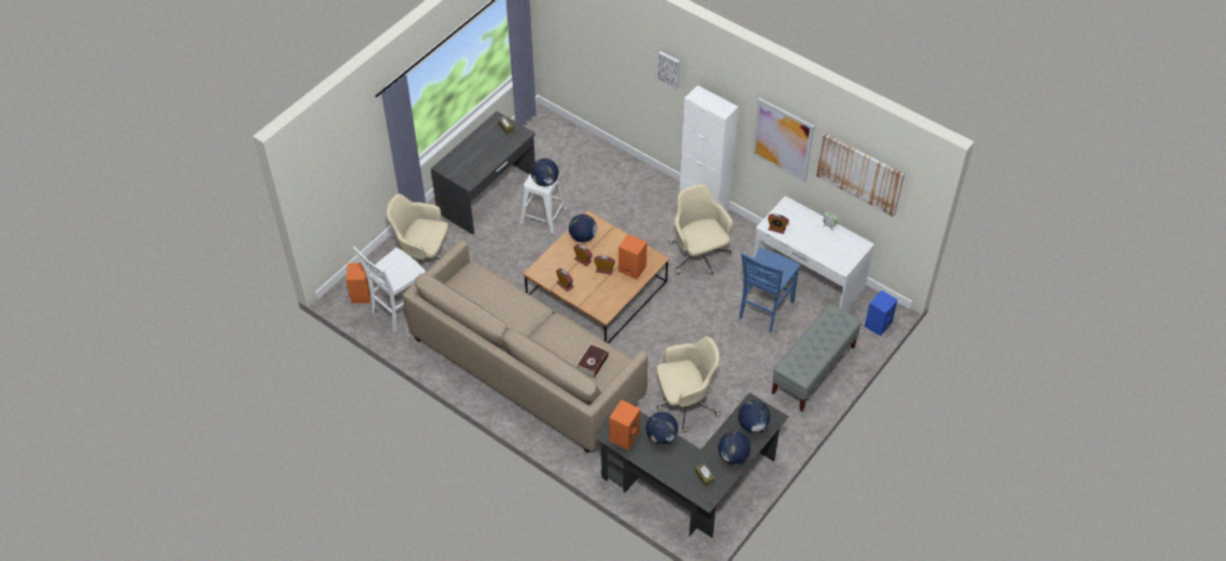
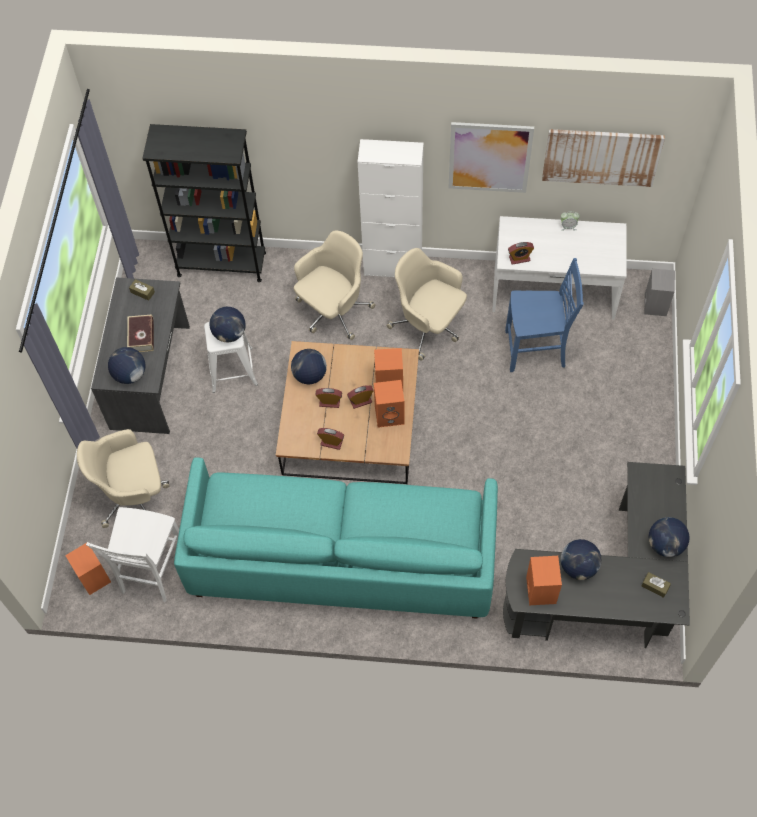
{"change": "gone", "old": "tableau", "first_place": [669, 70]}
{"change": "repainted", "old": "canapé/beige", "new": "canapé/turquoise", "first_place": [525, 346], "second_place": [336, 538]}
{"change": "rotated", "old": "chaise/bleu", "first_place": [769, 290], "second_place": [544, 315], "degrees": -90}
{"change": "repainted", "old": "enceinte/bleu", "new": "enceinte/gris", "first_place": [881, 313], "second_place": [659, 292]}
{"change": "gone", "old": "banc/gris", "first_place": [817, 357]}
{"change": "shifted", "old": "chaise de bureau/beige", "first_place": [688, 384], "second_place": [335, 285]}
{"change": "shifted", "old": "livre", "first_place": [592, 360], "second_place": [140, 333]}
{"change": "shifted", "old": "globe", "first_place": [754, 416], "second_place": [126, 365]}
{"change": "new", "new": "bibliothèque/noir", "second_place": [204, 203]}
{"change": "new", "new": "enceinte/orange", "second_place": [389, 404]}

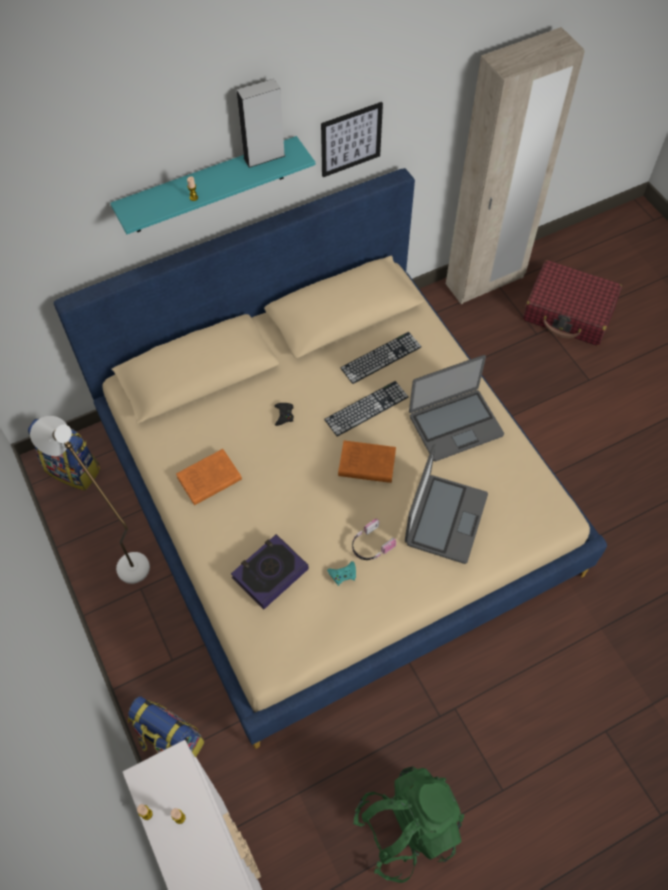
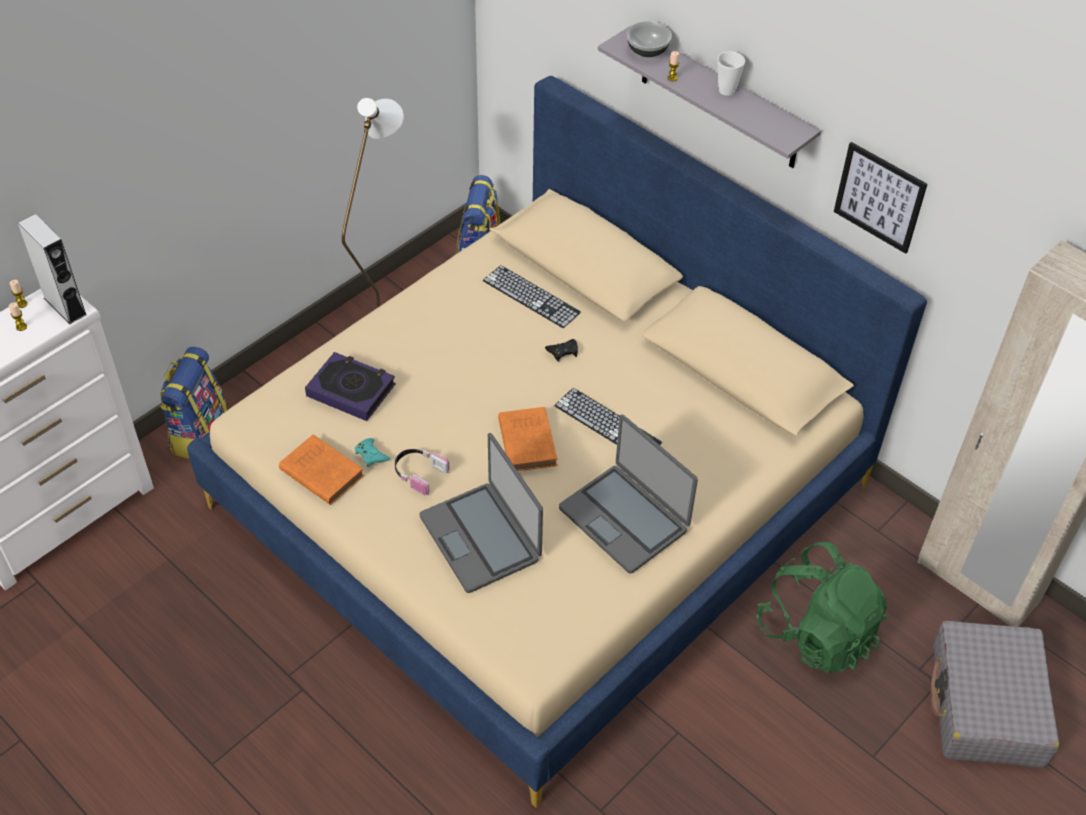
{"change": "shifted", "old": "enceinte/gris", "first_place": [261, 123], "second_place": [52, 269]}
{"change": "repainted", "old": "étagère/turquoise", "new": "étagère/gris", "first_place": [212, 185], "second_place": [709, 97]}
{"change": "repainted", "old": "valise/rouge", "new": "valise/gris", "first_place": [572, 303], "second_place": [994, 694]}
{"change": "shifted", "old": "clavier", "first_place": [380, 358], "second_place": [532, 296]}
{"change": "rotated", "old": "ordinateur portable", "first_place": [446, 504], "second_place": [481, 513], "degrees": 60}
{"change": "shifted", "old": "livre/orange", "first_place": [209, 477], "second_place": [321, 469]}
{"change": "shifted", "old": "sac à dos/vert", "first_place": [408, 825], "second_place": [822, 607]}
{"change": "new", "new": "bol", "second_place": [649, 39]}
{"change": "new", "new": "tasse", "second_place": [731, 73]}

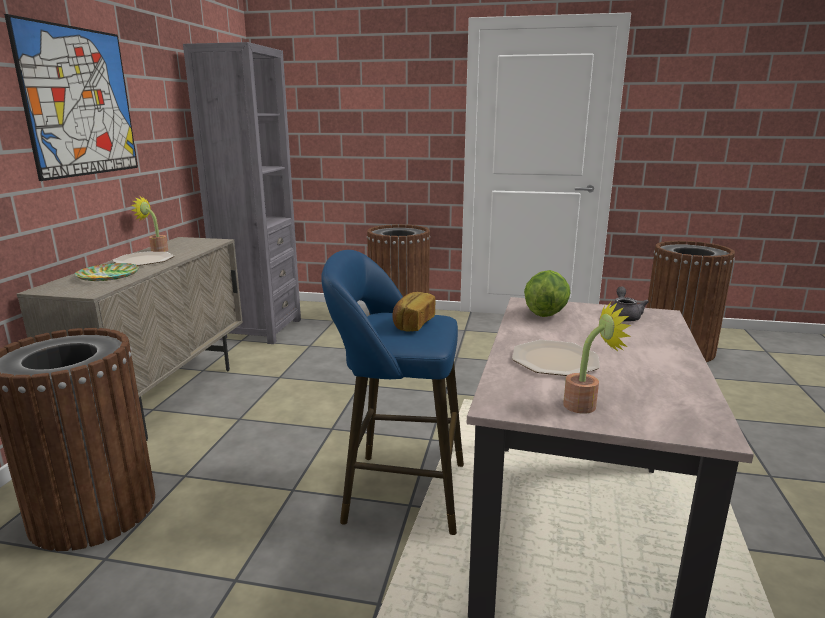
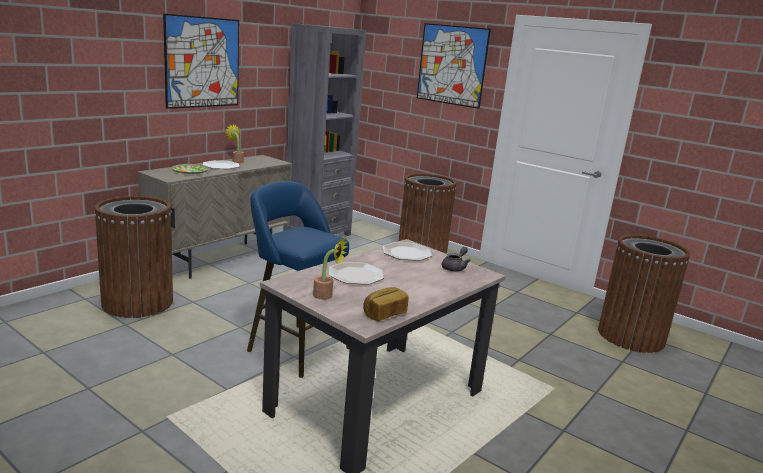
{"change": "swapped", "old": "laitue", "new": "assiette", "first_place": [547, 293], "second_place": [407, 251]}
{"change": "shifted", "old": "pain", "first_place": [414, 311], "second_place": [386, 304]}
{"change": "new", "new": "tableau", "second_place": [454, 66]}

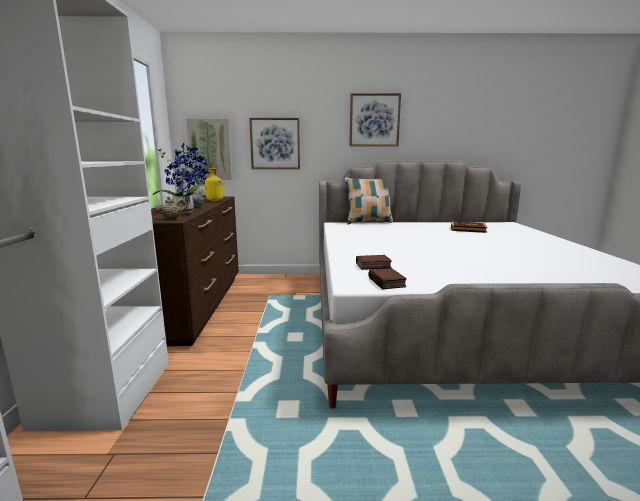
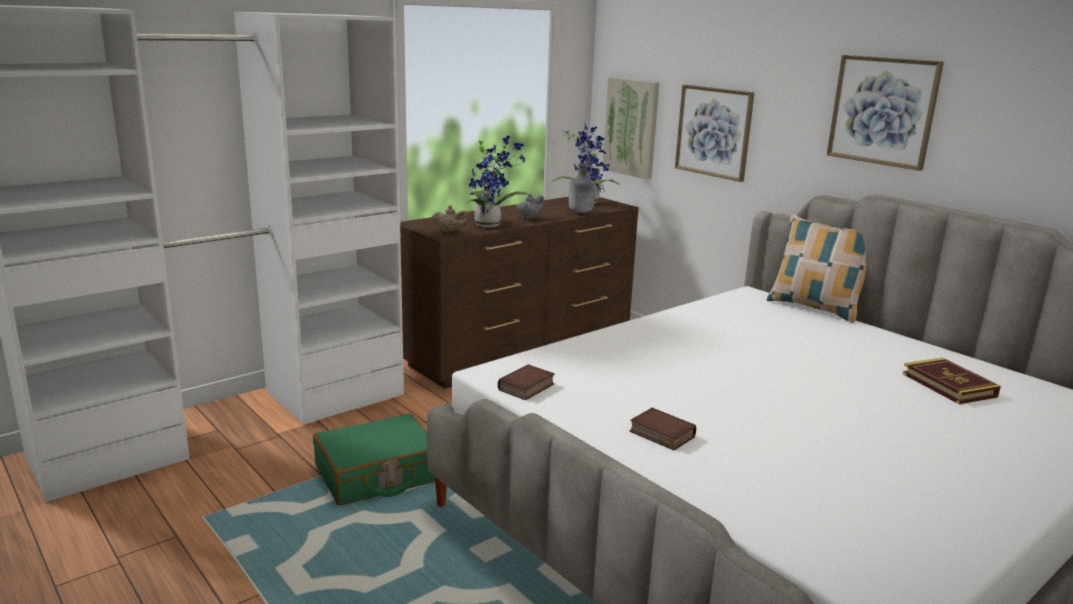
{"change": "repainted", "old": "bouteille/jaune", "new": "bouteille/gris", "first_place": [214, 185], "second_place": [582, 188]}
{"change": "shifted", "old": "livre", "first_place": [374, 262], "second_place": [663, 429]}
{"change": "new", "new": "valise/vert", "second_place": [374, 459]}

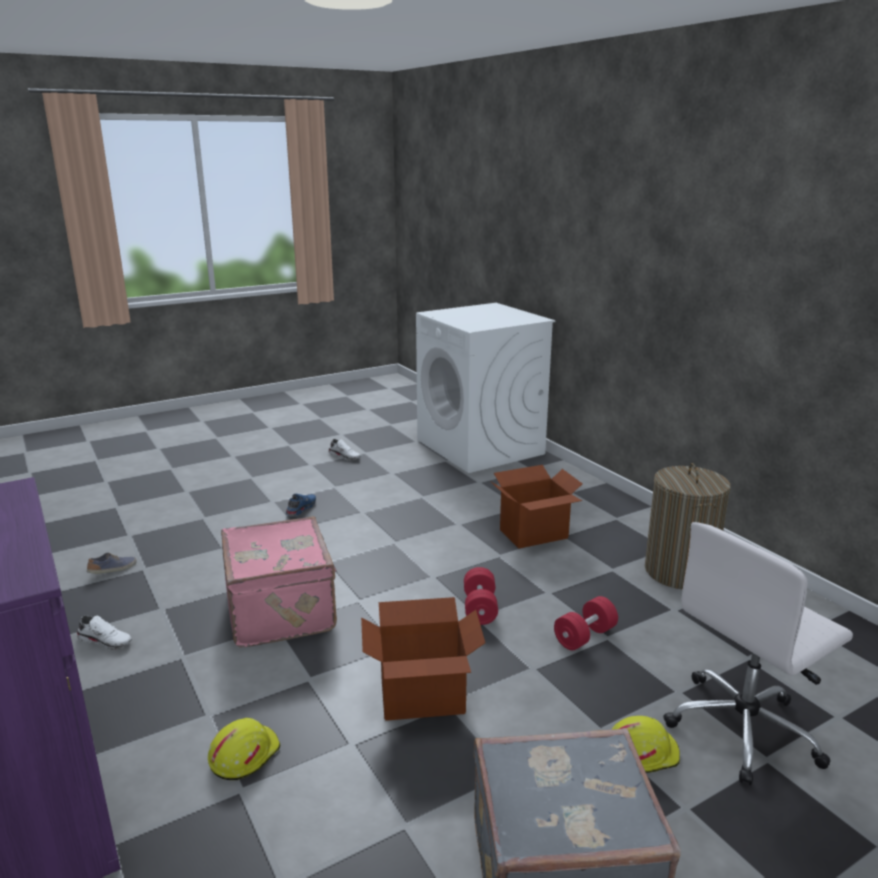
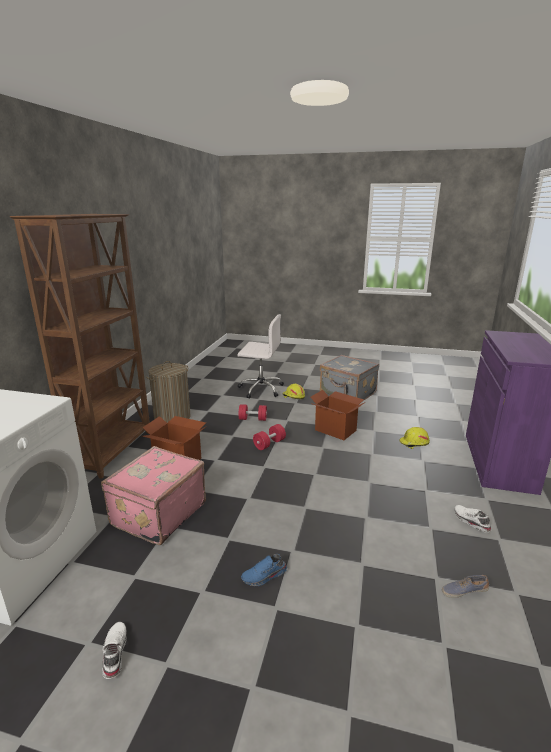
{"change": "shifted", "old": "valise/rose", "first_place": [279, 582], "second_place": [153, 495]}
{"change": "new", "new": "bibliothèque/marron", "second_place": [80, 346]}

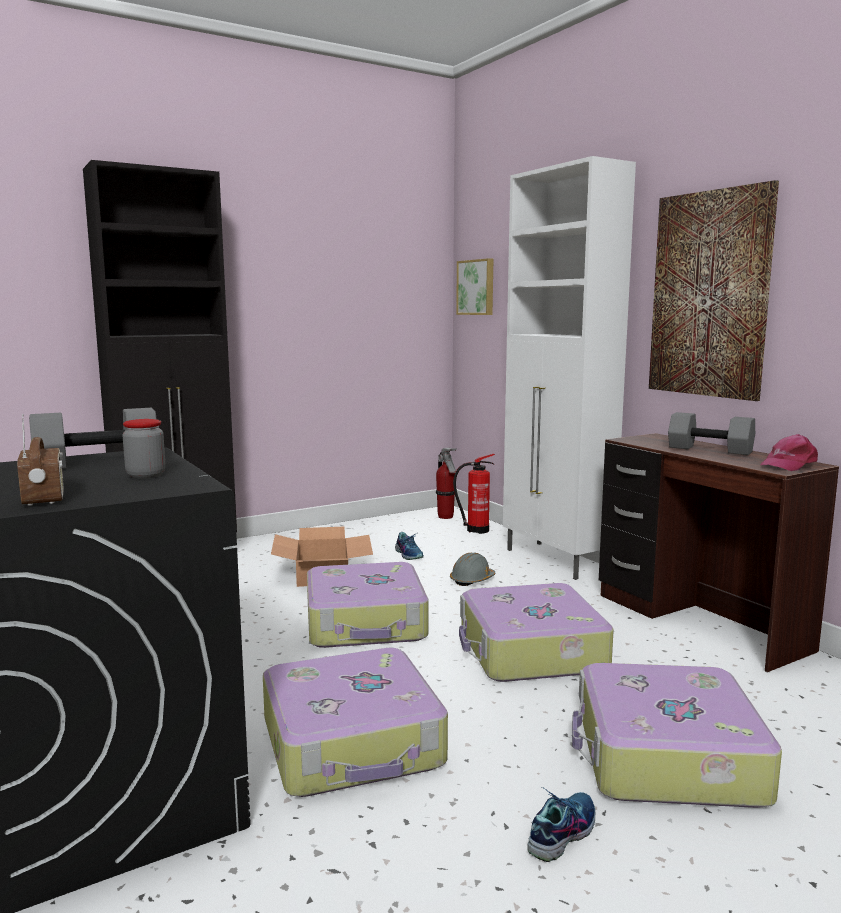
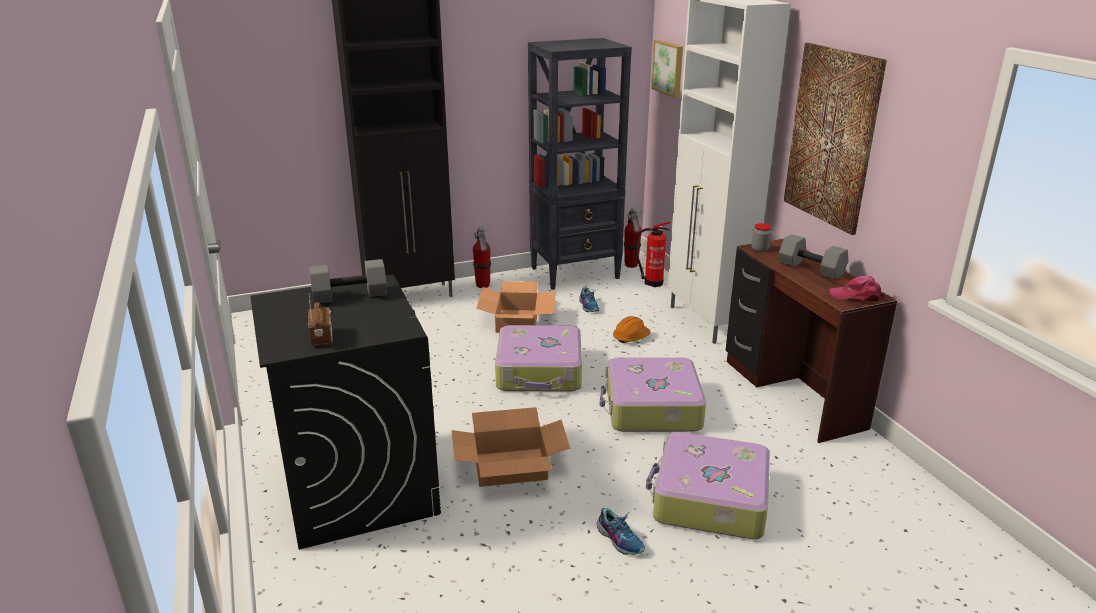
{"change": "shifted", "old": "bocal", "first_place": [143, 449], "second_place": [762, 237]}
{"change": "rotated", "old": "casquette/rose", "first_place": [789, 452], "second_place": [856, 288], "degrees": 45}
{"change": "repainted", "old": "casque de chantier/gris", "new": "casque de chantier/orange", "first_place": [473, 569], "second_place": [631, 329]}
{"change": "swapped", "old": "valise", "new": "carton", "first_place": [355, 722], "second_place": [511, 447]}
{"change": "rotated", "old": "chaussure", "first_place": [561, 824], "second_place": [620, 531], "degrees": 90}
{"change": "new", "new": "bibliothèque/noir", "second_place": [580, 164]}
{"change": "new", "new": "extincteur", "second_place": [482, 257]}

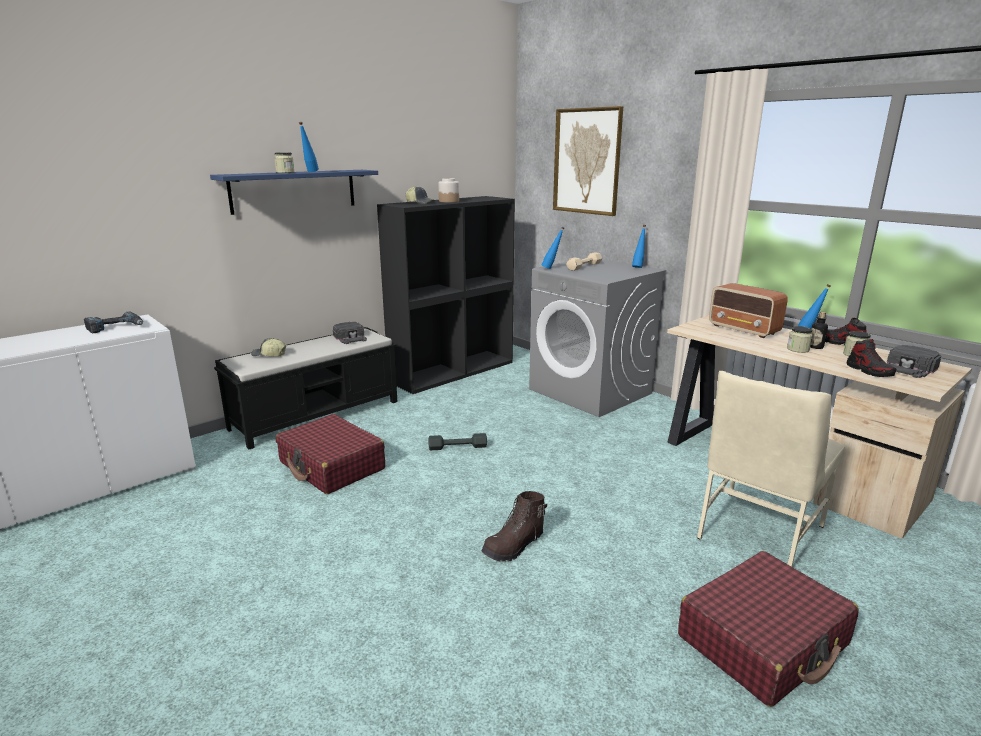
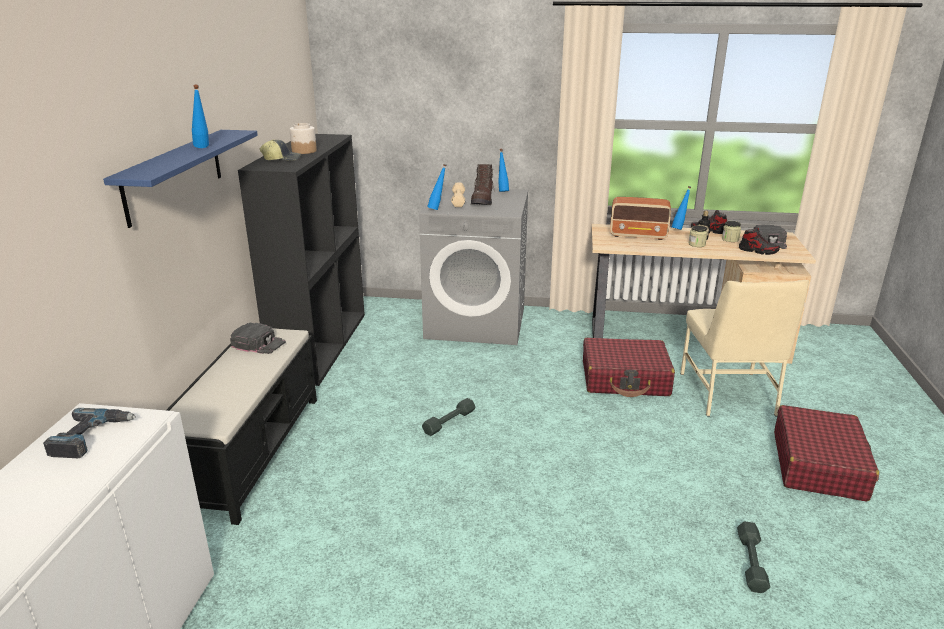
{"change": "gone", "old": "tableau", "first_place": [588, 161]}
{"change": "gone", "old": "bocal", "first_place": [284, 162]}
{"change": "gone", "old": "casquette", "first_place": [268, 347]}
{"change": "shifted", "old": "valise/rouge", "first_place": [330, 454], "second_place": [629, 367]}
{"change": "shifted", "old": "botte/marron", "first_place": [514, 526], "second_place": [483, 184]}
{"change": "new", "new": "haltère/gris", "second_place": [753, 557]}

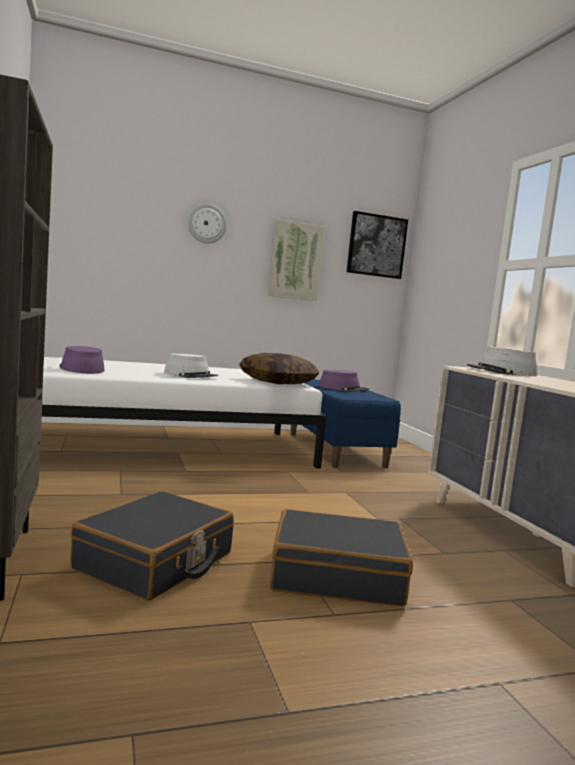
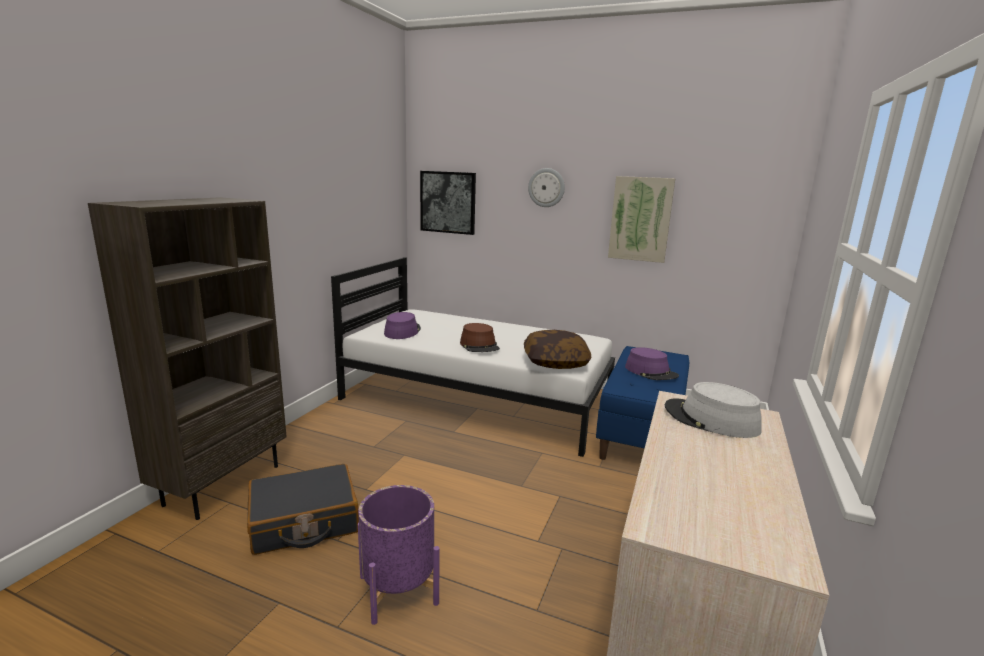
{"change": "shifted", "old": "tableau", "first_place": [377, 245], "second_place": [448, 203]}
{"change": "repainted", "old": "chapeau/gris", "new": "chapeau/marron", "first_place": [191, 365], "second_place": [480, 337]}
{"change": "swapped", "old": "valise/noir", "new": "cache-pot/violet", "first_place": [341, 558], "second_place": [399, 555]}

